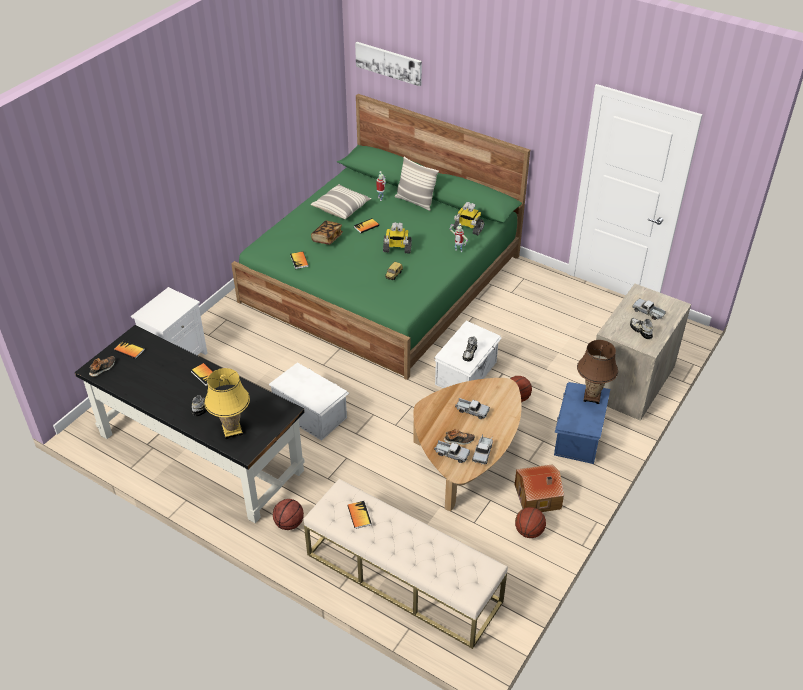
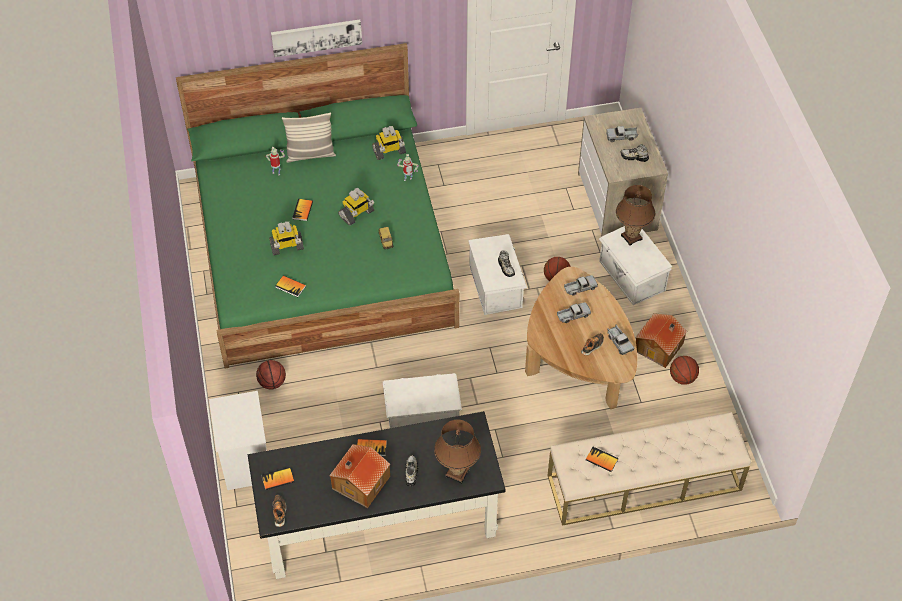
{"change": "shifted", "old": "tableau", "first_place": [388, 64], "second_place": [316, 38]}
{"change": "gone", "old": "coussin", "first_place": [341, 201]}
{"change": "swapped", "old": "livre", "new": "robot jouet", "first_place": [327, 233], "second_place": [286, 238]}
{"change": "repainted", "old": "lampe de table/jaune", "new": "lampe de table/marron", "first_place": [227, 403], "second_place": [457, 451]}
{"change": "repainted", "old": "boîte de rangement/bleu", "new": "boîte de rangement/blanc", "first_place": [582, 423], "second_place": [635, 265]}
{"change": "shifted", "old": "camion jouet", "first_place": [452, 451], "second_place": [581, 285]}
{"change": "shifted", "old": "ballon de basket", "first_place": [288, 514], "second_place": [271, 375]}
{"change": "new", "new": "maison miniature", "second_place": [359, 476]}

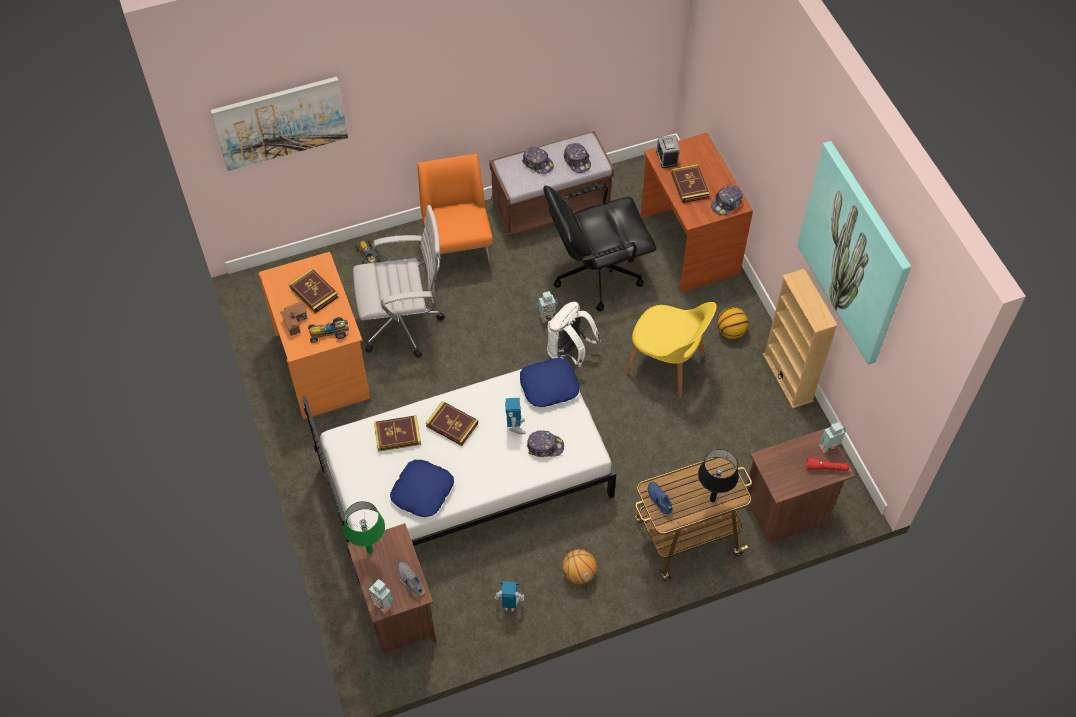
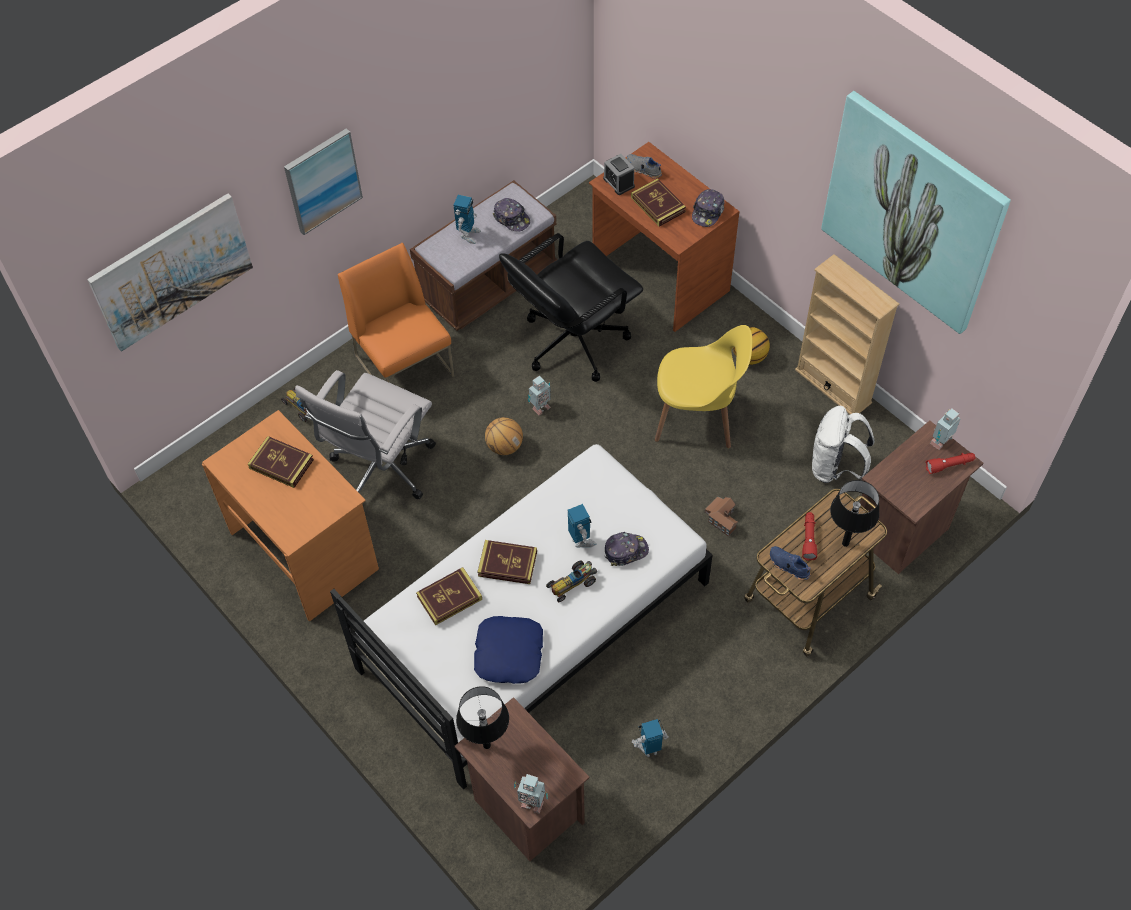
{"change": "swapped", "old": "casquette", "new": "robot jouet", "first_place": [538, 160], "second_place": [467, 219]}
{"change": "rotated", "old": "chaise de bureau/blanc", "first_place": [399, 281], "second_place": [365, 434], "degrees": 150}
{"change": "shifted", "old": "maison miniature", "first_place": [293, 319], "second_place": [721, 516]}
{"change": "shifted", "old": "sac à dos/blanc", "first_place": [574, 334], "second_place": [843, 444]}
{"change": "shifted", "old": "petite voiture", "first_place": [328, 330], "second_place": [571, 581]}
{"change": "gone", "old": "coussin/bleu", "first_place": [550, 382]}
{"change": "repainted", "old": "lampe de table/vert", "new": "lampe de table/noir", "first_place": [364, 527], "second_place": [482, 717]}
{"change": "shifted", "old": "ballon de basket", "first_place": [579, 566], "second_place": [504, 436]}
{"change": "shifted", "old": "chaussure/gris", "first_place": [411, 579], "second_place": [644, 166]}
{"change": "new", "new": "tableau", "second_place": [323, 181]}
{"change": "new", "new": "lampe de poche/rouge", "second_place": [809, 536]}

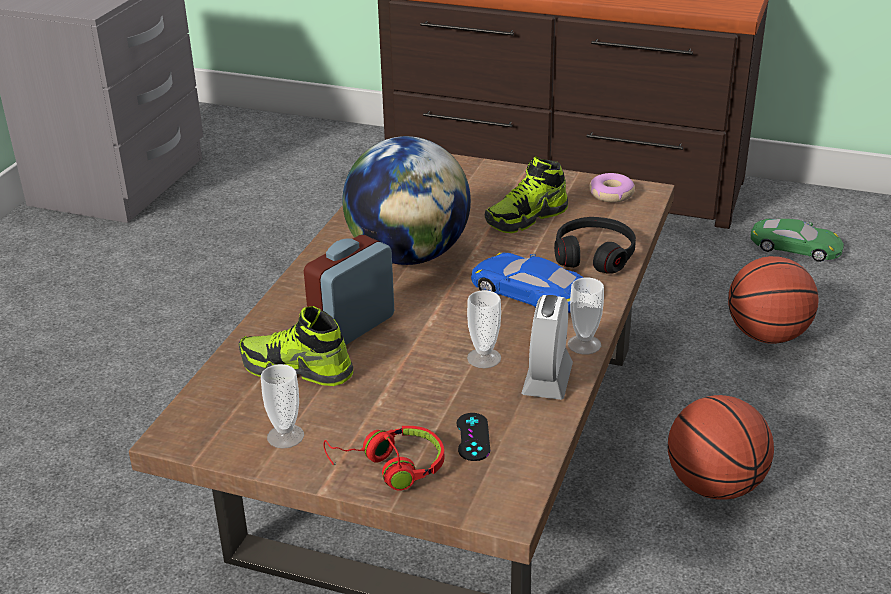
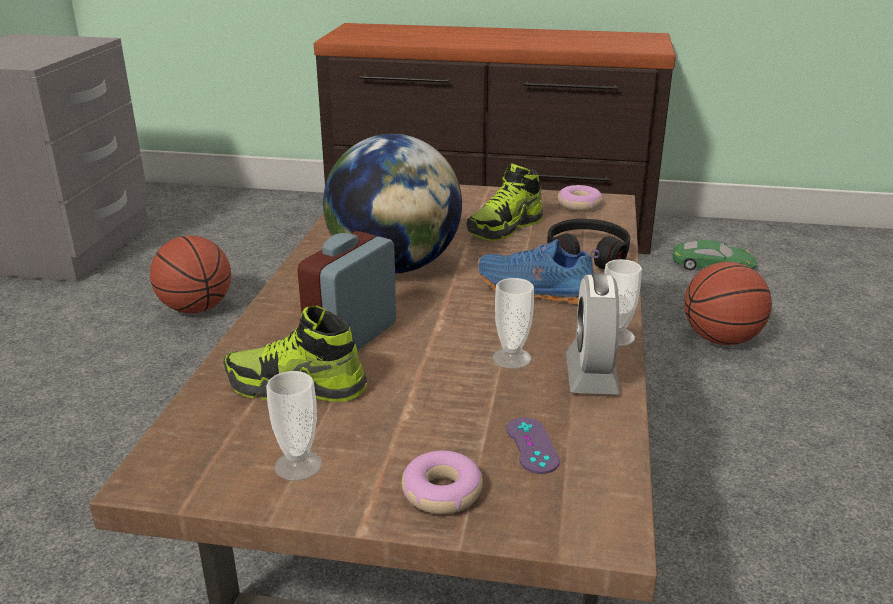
{"change": "swapped", "old": "petite voiture/bleu", "new": "chaussure/bleu", "first_place": [527, 283], "second_place": [538, 271]}
{"change": "shifted", "old": "ballon de basket", "first_place": [721, 447], "second_place": [190, 274]}
{"change": "repainted", "old": "manette/noir", "new": "manette/violet", "first_place": [473, 437], "second_place": [533, 445]}
{"change": "swapped", "old": "casque audio/rouge", "new": "beignet", "first_place": [384, 458], "second_place": [442, 482]}

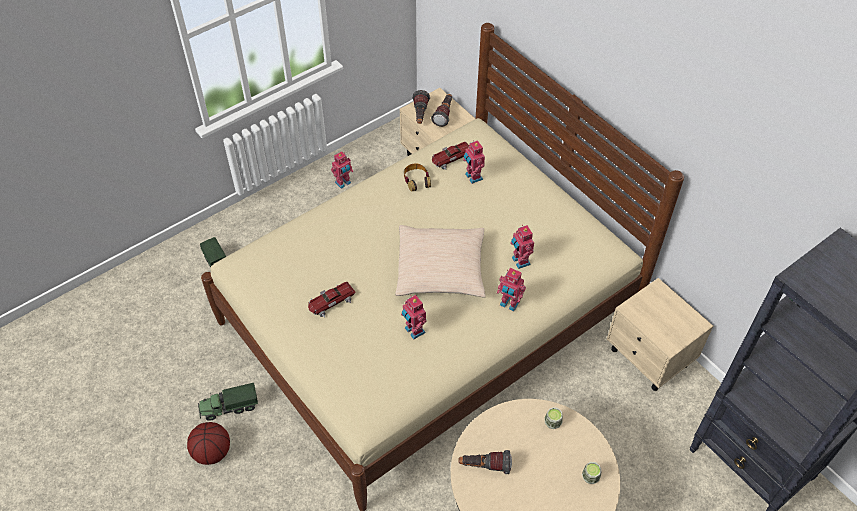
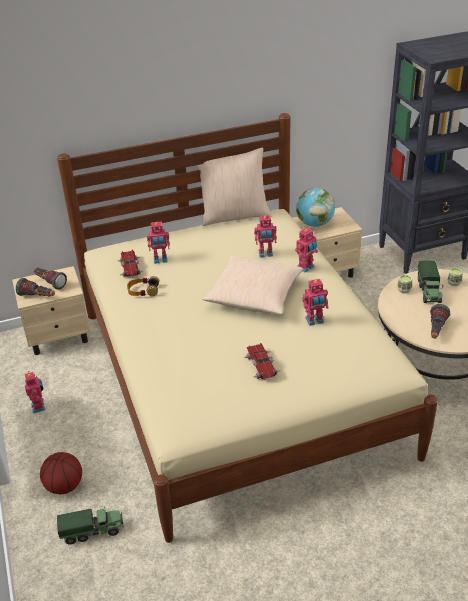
{"change": "shifted", "old": "camion jouet", "first_place": [228, 402], "second_place": [430, 281]}
{"change": "shifted", "old": "ballon de basket", "first_place": [208, 443], "second_place": [61, 473]}
{"change": "new", "new": "coussin/beige", "second_place": [234, 186]}
{"change": "new", "new": "globe", "second_place": [315, 207]}

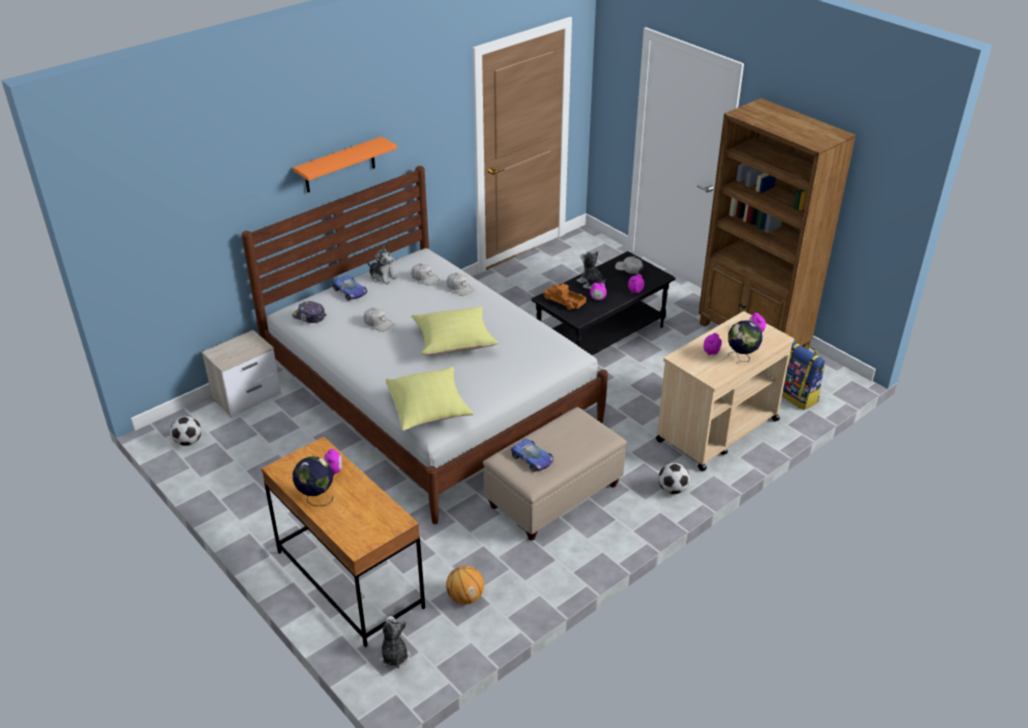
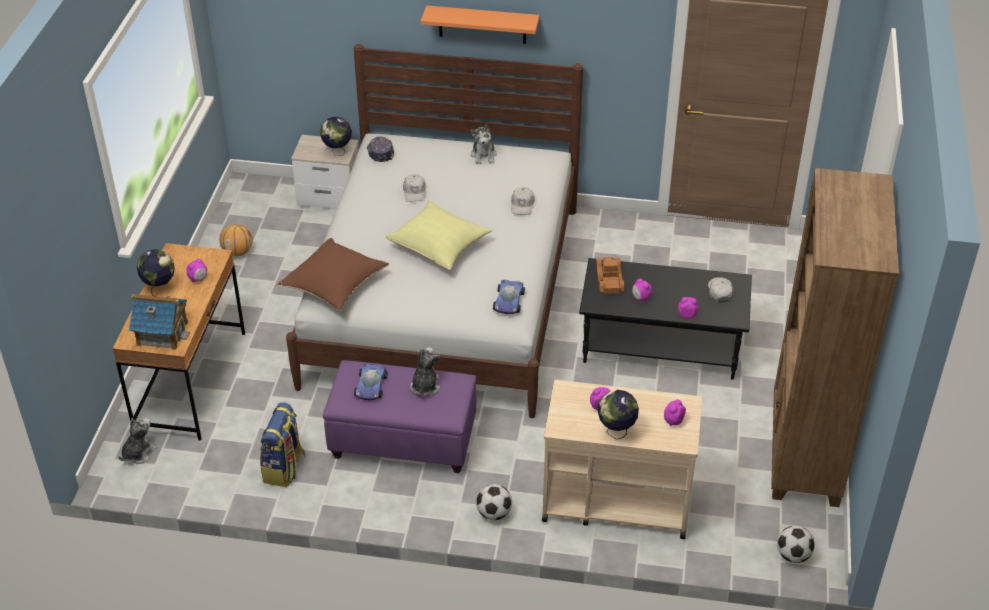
{"change": "shifted", "old": "peluche", "first_place": [591, 270], "second_place": [425, 371]}
{"change": "gone", "old": "casquette/blanc", "first_place": [425, 274]}
{"change": "shifted", "old": "petite voiture", "first_place": [350, 288], "second_place": [509, 297]}
{"change": "shifted", "old": "sac à dos", "first_place": [803, 375], "second_place": [282, 444]}
{"change": "repainted", "old": "coussin/jaune", "new": "coussin/marron", "first_place": [430, 399], "second_place": [333, 274]}
{"change": "repainted", "old": "pouf/beige", "new": "pouf/violet", "first_place": [555, 474], "second_place": [399, 416]}
{"change": "shifted", "old": "ballon de foot", "first_place": [185, 431], "second_place": [796, 544]}
{"change": "shifted", "old": "ballon de basket", "first_place": [465, 585], "second_place": [236, 240]}
{"change": "new", "new": "globe", "second_place": [336, 136]}
{"change": "new", "new": "maison miniature", "second_place": [159, 322]}

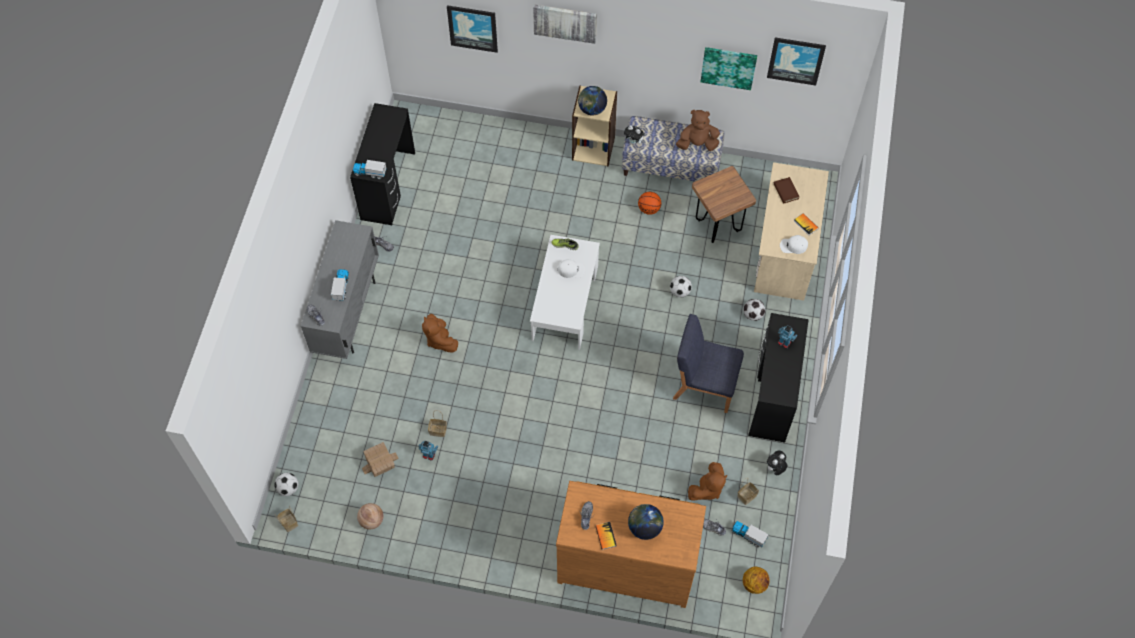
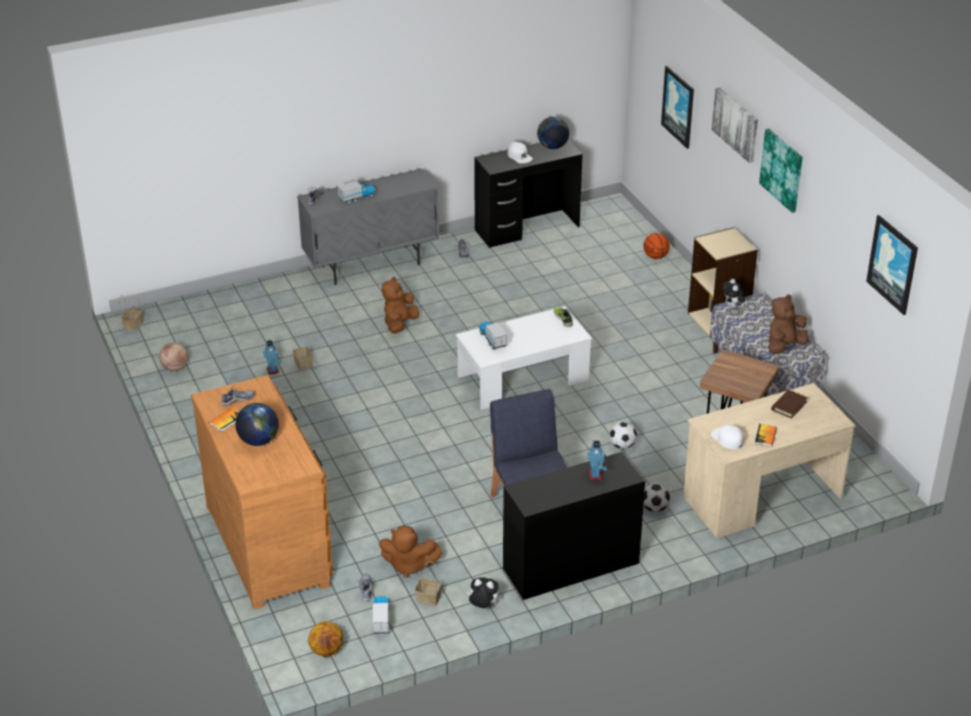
{"change": "shifted", "old": "tableau", "first_place": [729, 68], "second_place": [781, 170]}
{"change": "shifted", "old": "globe", "first_place": [592, 100], "second_place": [553, 133]}
{"change": "rotated", "old": "peluche/marron", "first_place": [698, 130], "second_place": [788, 324], "degrees": -90}
{"change": "shifted", "old": "camion jouet", "first_place": [370, 169], "second_place": [493, 336]}
{"change": "shifted", "old": "ballon de basket", "first_place": [649, 203], "second_place": [656, 246]}
{"change": "shifted", "old": "casquette/blanc", "first_place": [571, 268], "second_place": [520, 152]}
{"change": "gone", "old": "maison miniature", "first_place": [380, 459]}
{"change": "gone", "old": "ballon de foot", "first_place": [286, 484]}

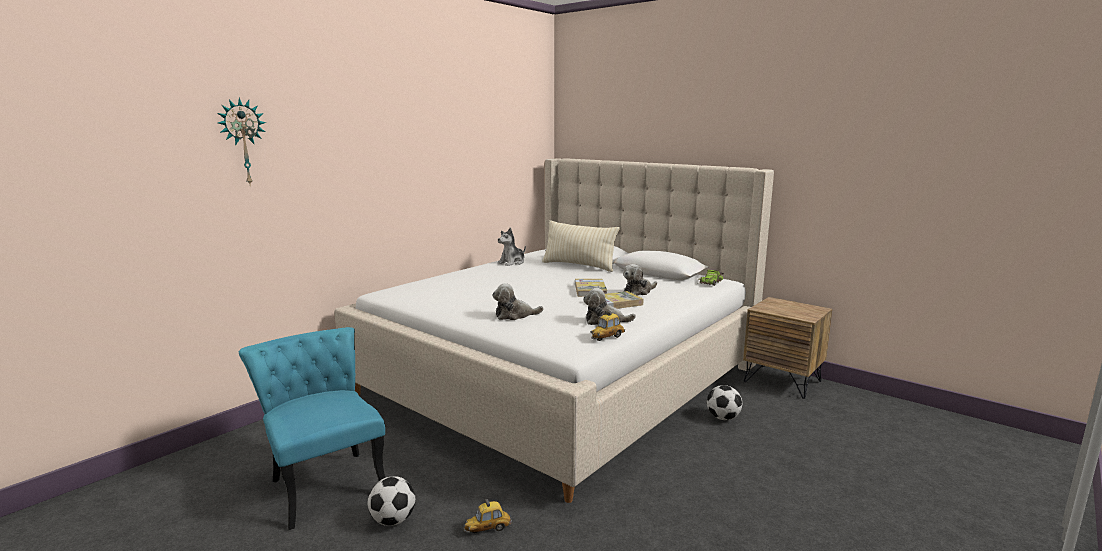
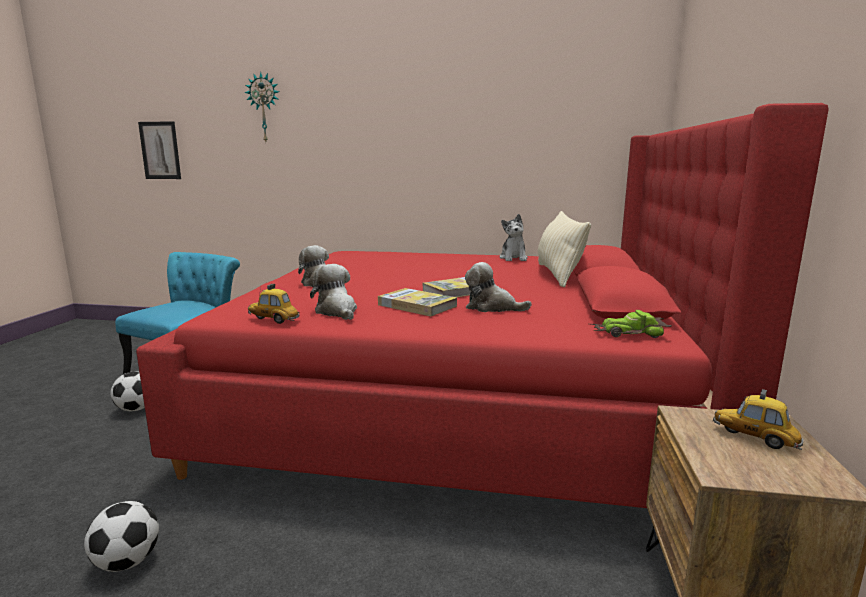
{"change": "repainted", "old": "lit/beige", "new": "lit/rouge", "first_place": [554, 330], "second_place": [482, 305]}
{"change": "rotated", "old": "peluche", "first_place": [511, 247], "second_place": [514, 237], "degrees": -105}
{"change": "shifted", "old": "ballon de foot", "first_place": [724, 402], "second_place": [121, 536]}
{"change": "shifted", "old": "petite voiture", "first_place": [488, 516], "second_place": [758, 419]}
{"change": "new", "new": "tableau", "second_place": [159, 150]}

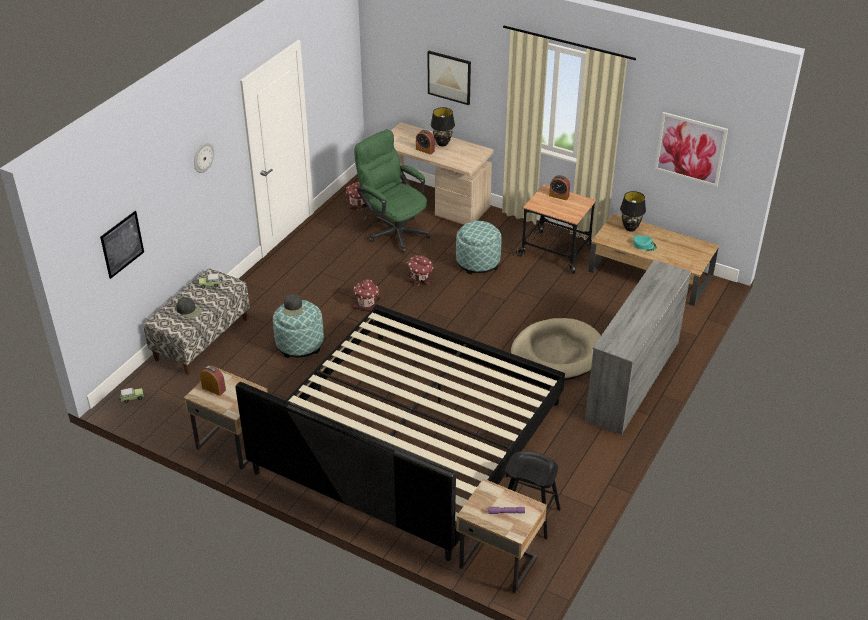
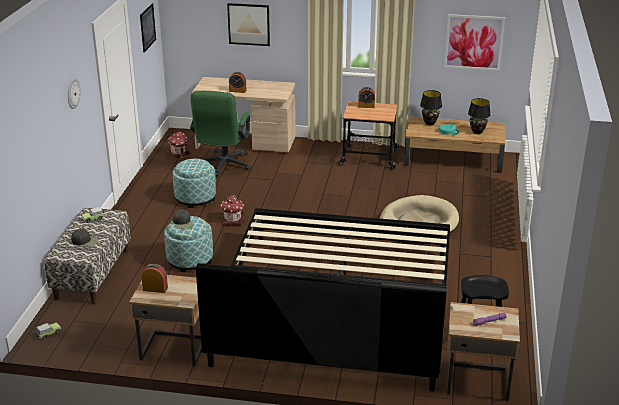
{"change": "shifted", "old": "lampe de table/noir", "first_place": [443, 127], "second_place": [479, 116]}
{"change": "rotated", "old": "chaise de bureau/vert", "first_place": [392, 191], "second_place": [220, 134], "degrees": -105}
{"change": "shifted", "old": "tableau", "first_place": [122, 245], "second_place": [148, 28]}
{"change": "shifted", "old": "pouf", "first_place": [478, 248], "second_place": [194, 183]}
{"change": "gone", "old": "maison miniature", "first_place": [420, 270]}
{"change": "gone", "old": "commode/gris", "first_place": [638, 347]}

